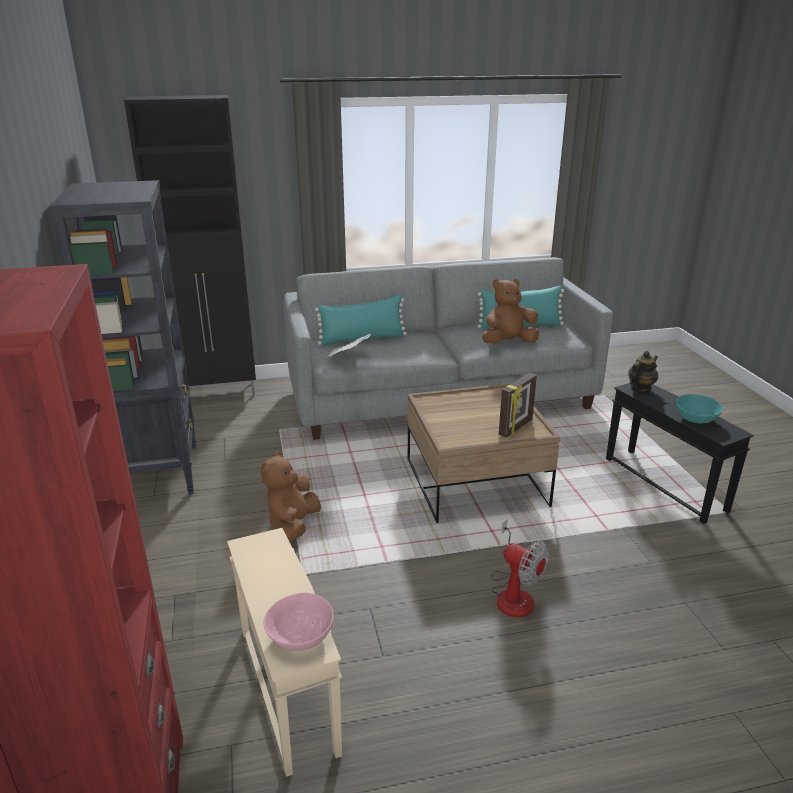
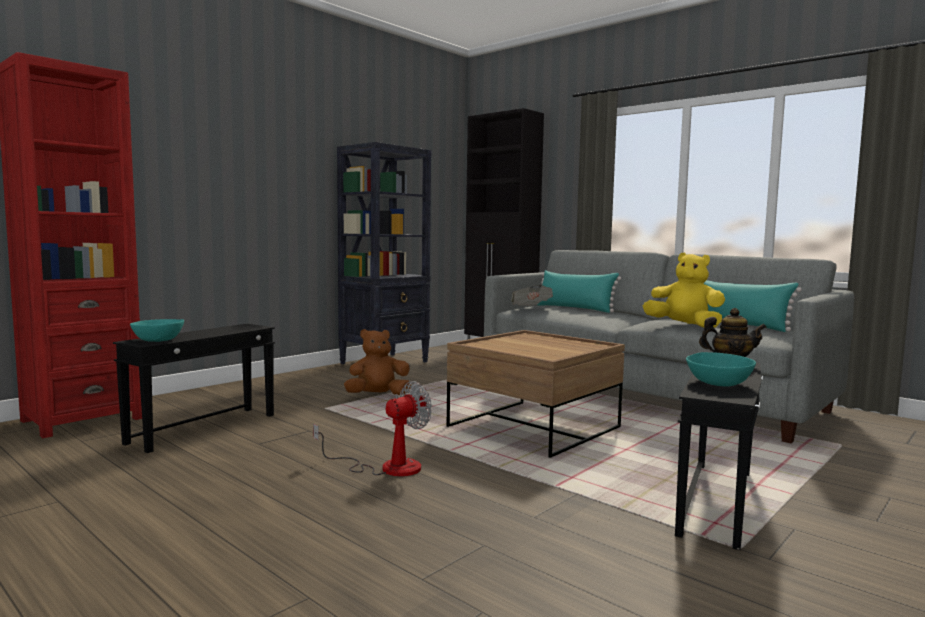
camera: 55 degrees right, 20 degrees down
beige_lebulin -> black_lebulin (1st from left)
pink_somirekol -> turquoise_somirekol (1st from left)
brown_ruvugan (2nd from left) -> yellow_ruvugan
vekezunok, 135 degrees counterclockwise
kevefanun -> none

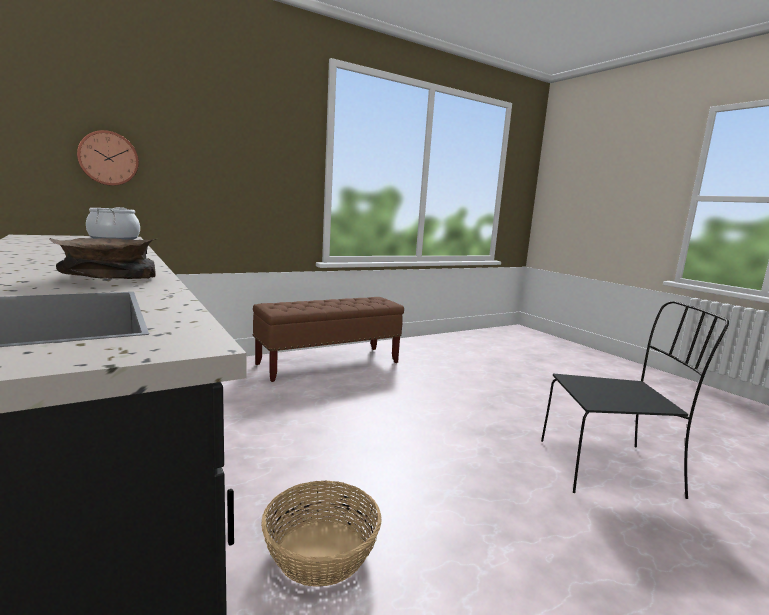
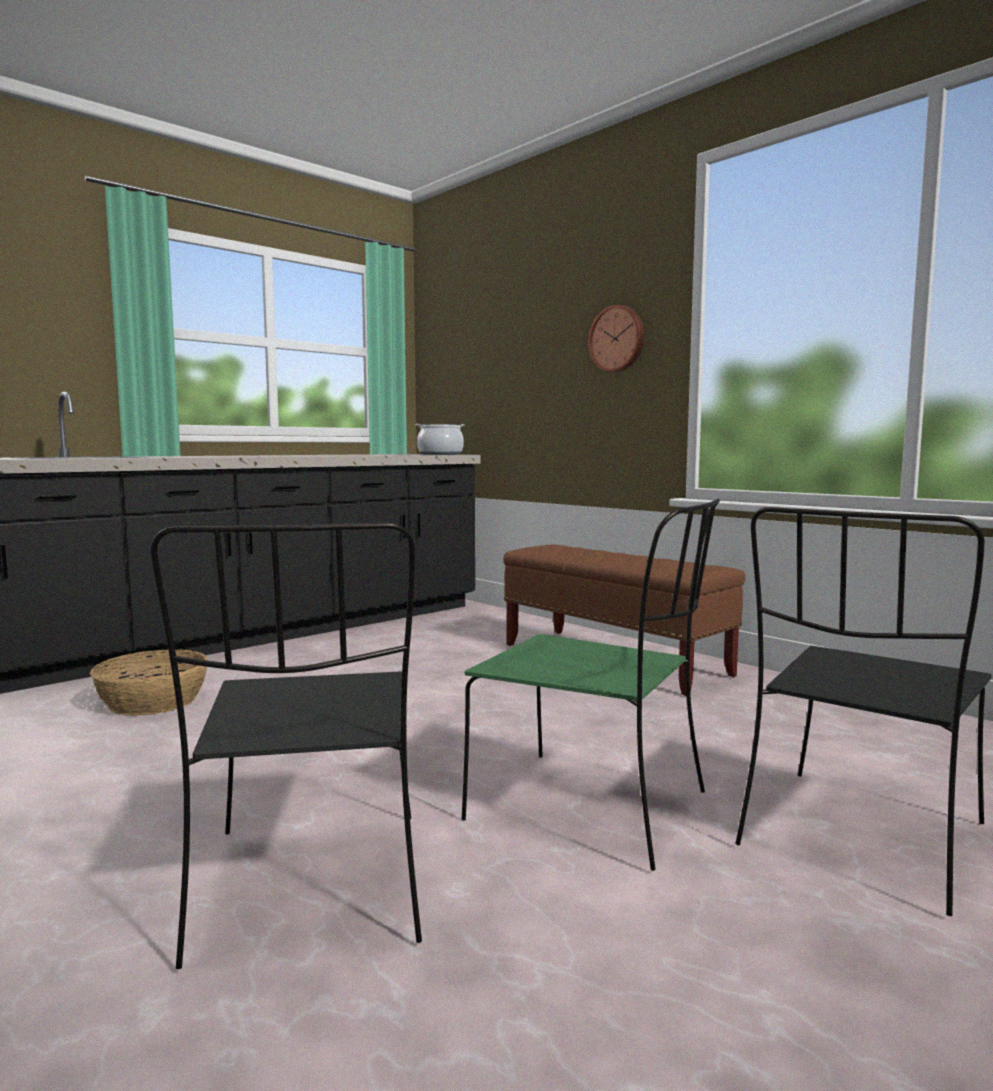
camera: 80 degrees right, 5 degrees down
brown_somirekol -> none
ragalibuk, moved
none -> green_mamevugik
none -> black_mamevugik (2nd from left)

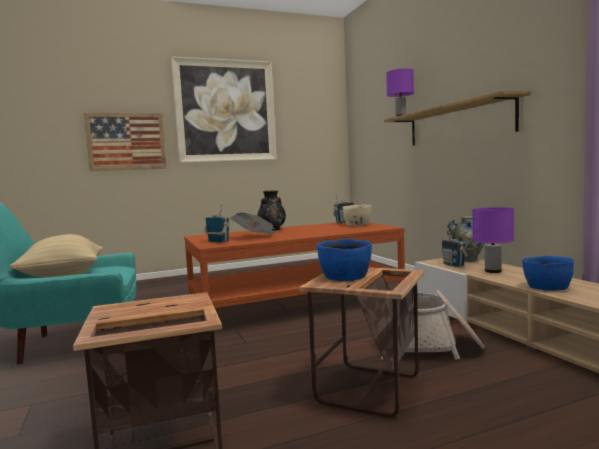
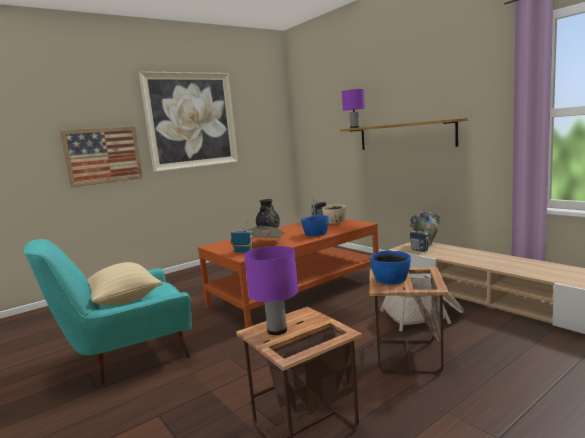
camera: 15 degrees left, 5 degrees up
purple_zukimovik (2nd from left in the first image) -> purple_zukimovik (1st from left), moved
blue_somirekol (2nd from left in the first image) -> blue_somirekol (1st from left), moved

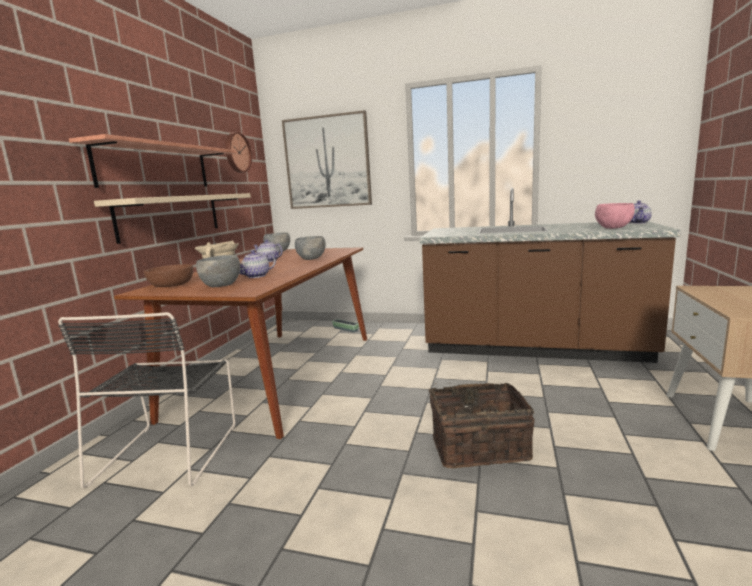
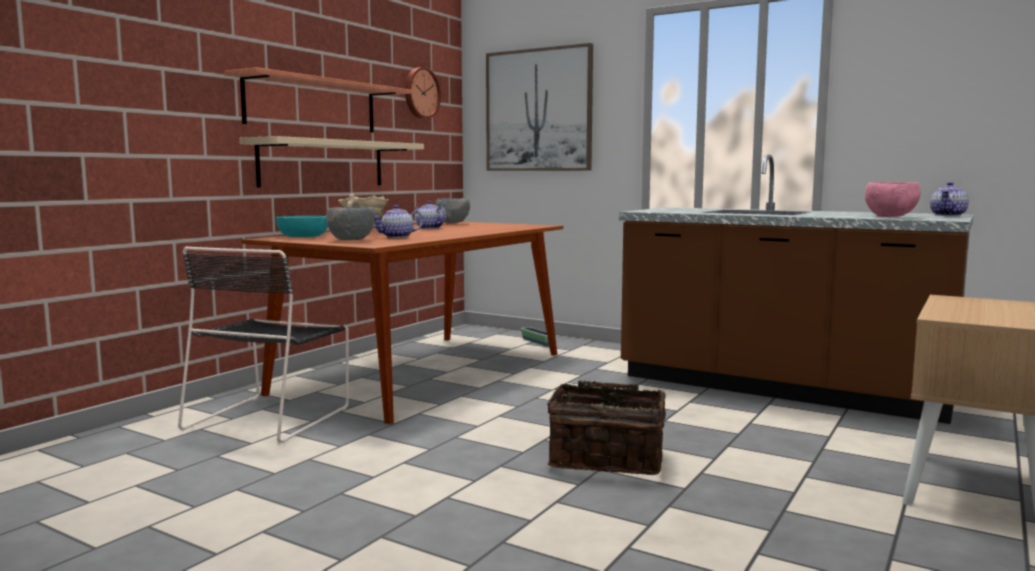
camera: 15 degrees right, 5 degrees down
brown_somirekol -> turquoise_somirekol
grey_somirekol (3rd from left) -> none

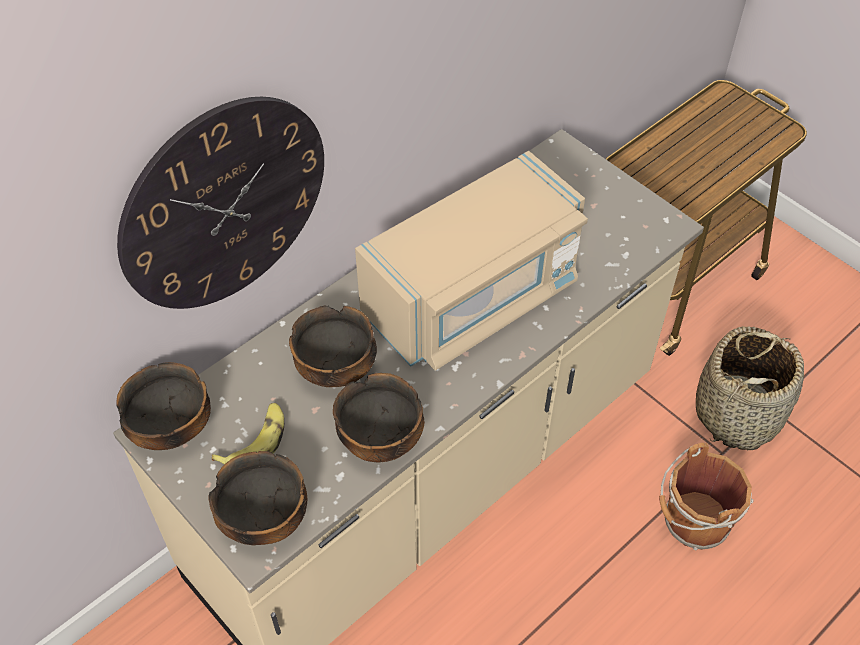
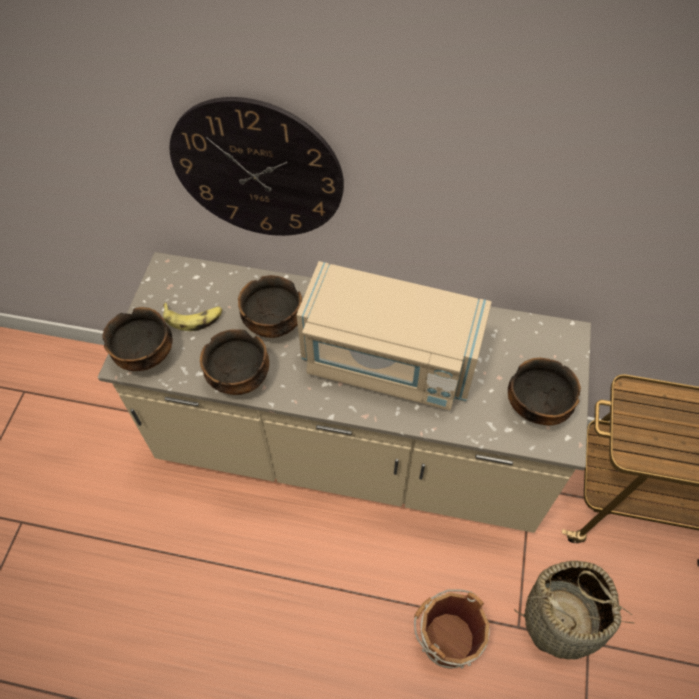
camera: 55 degrees right, 5 degrees up
somirekol (1st from left in the first image) -> somirekol (4th from left), moved

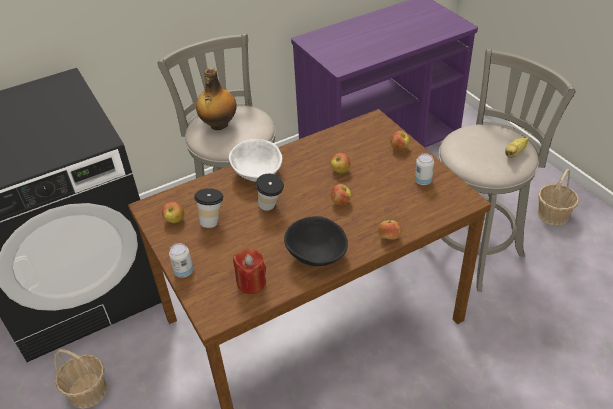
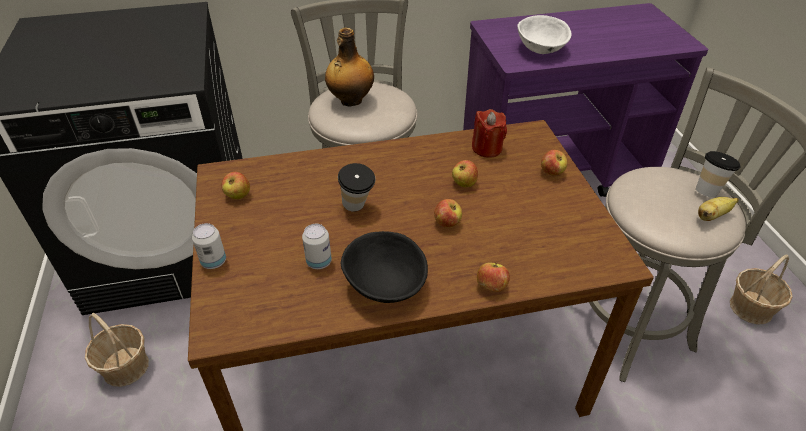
camera: 15 degrees right, 0 degrees up
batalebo (1st from left in the first image) -> batalebo (2nd from left), moved
white_somirekol, moved
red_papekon, moved
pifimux (2nd from left), moved

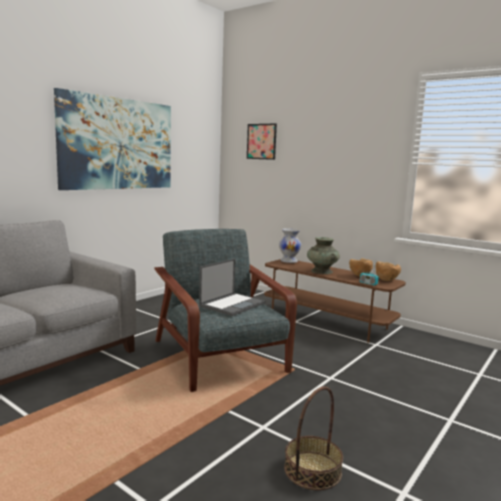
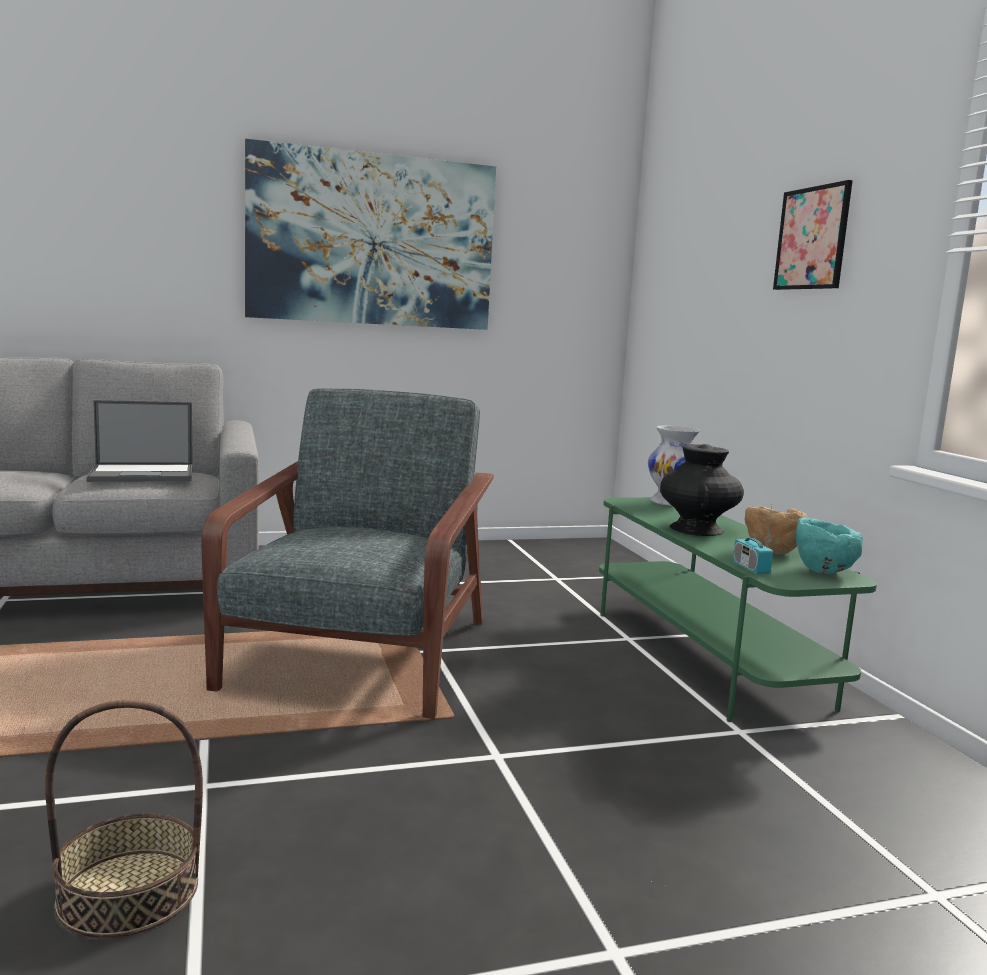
camera: 35 degrees right, 0 degrees up
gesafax, moved
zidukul (2nd from left), moved
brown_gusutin -> green_gusutin
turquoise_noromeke -> black_noromeke
brown_somirekol (2nd from left) -> turquoise_somirekol

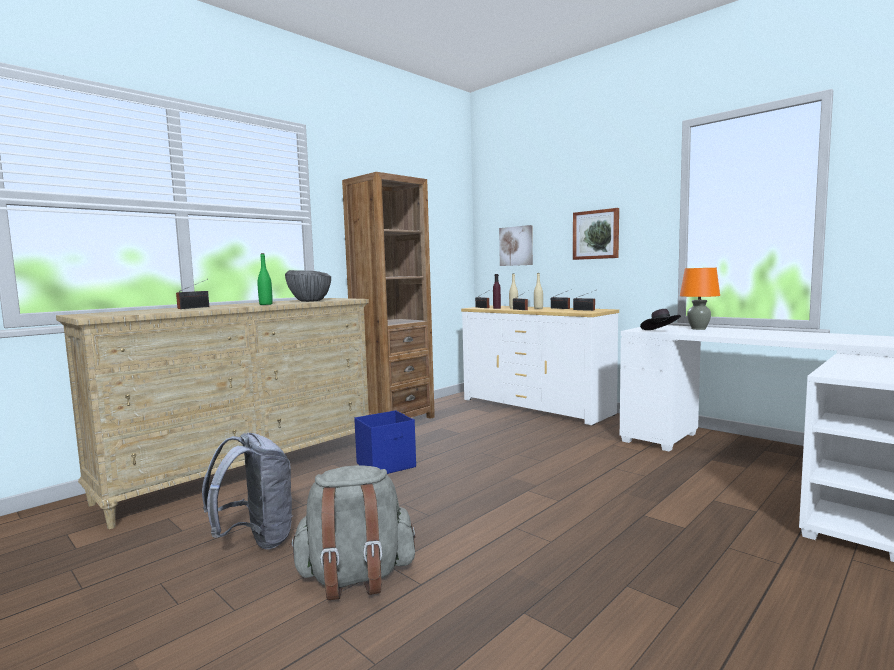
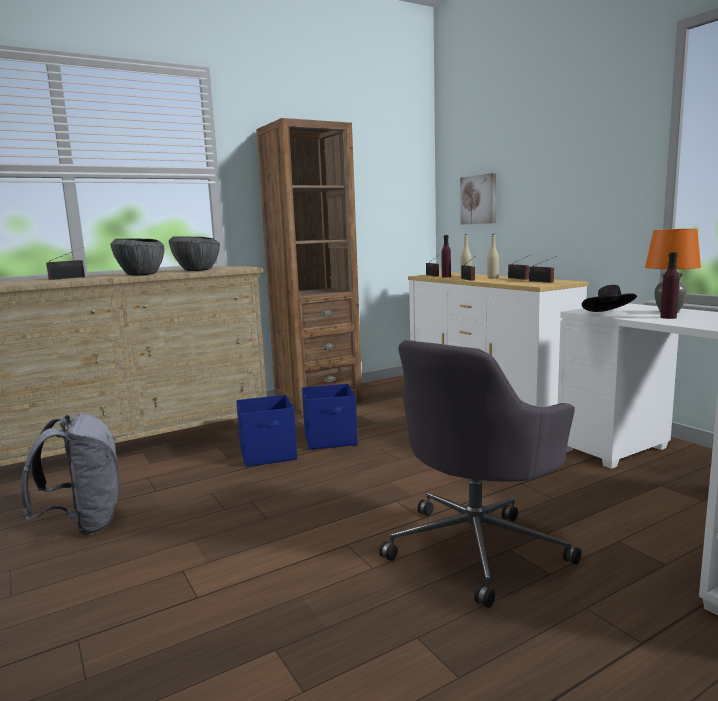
camera: 15 degrees right, 5 degrees up
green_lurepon -> somirekol (1st from left)
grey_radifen (2nd from left) -> none
zidukul (2nd from left) -> none
none -> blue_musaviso (2nd from left)
none -> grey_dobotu
none -> purple_lurepon (2nd from left)

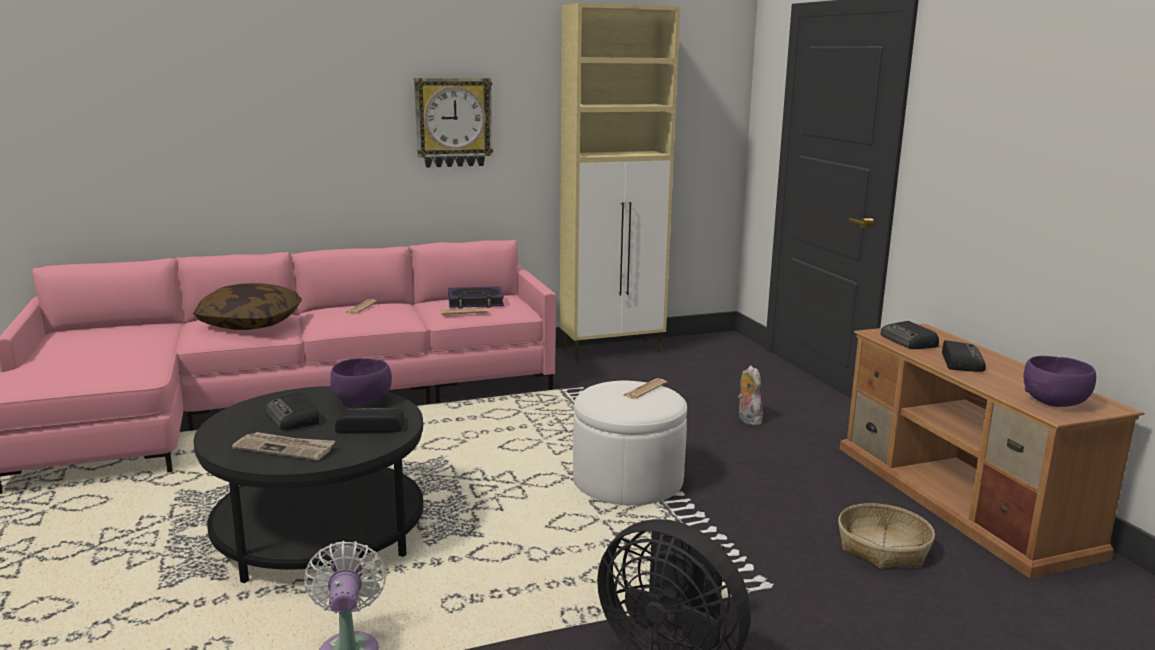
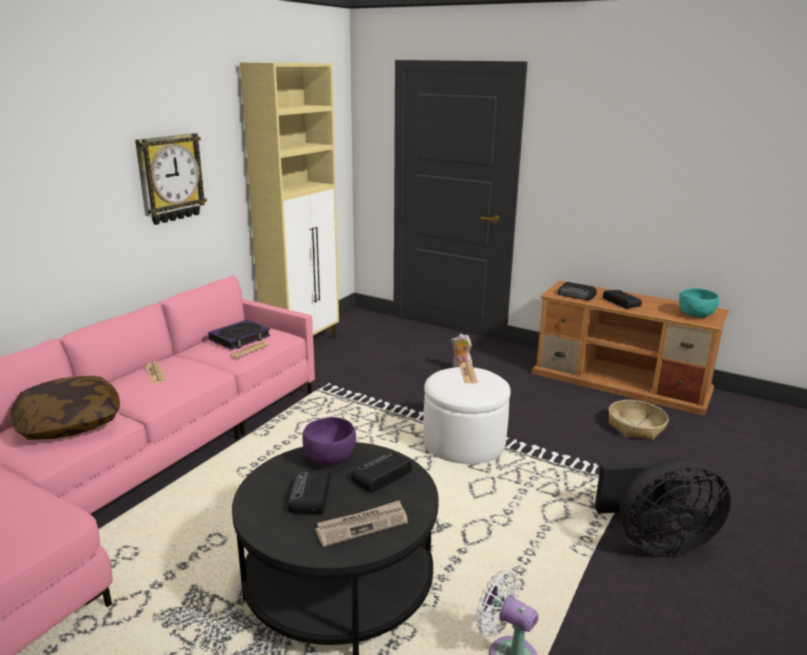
camera: 40 degrees left, 5 degrees up
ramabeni (1st from left), 75 degrees clockwise
purple_somirekol (2nd from left) -> turquoise_somirekol

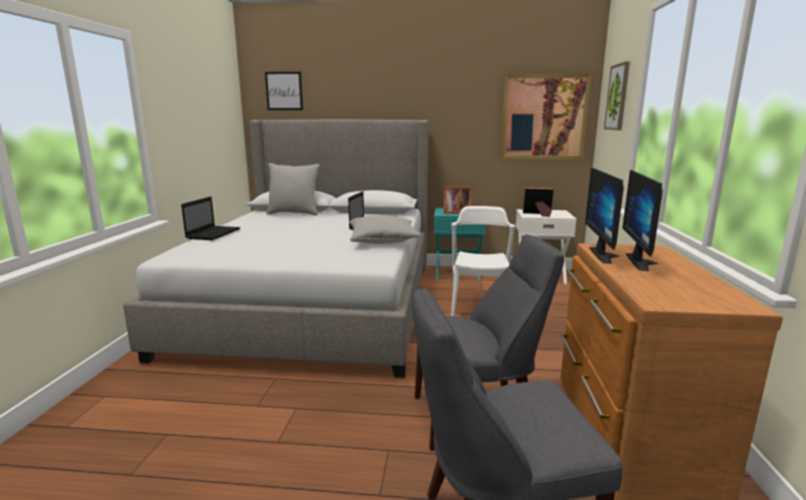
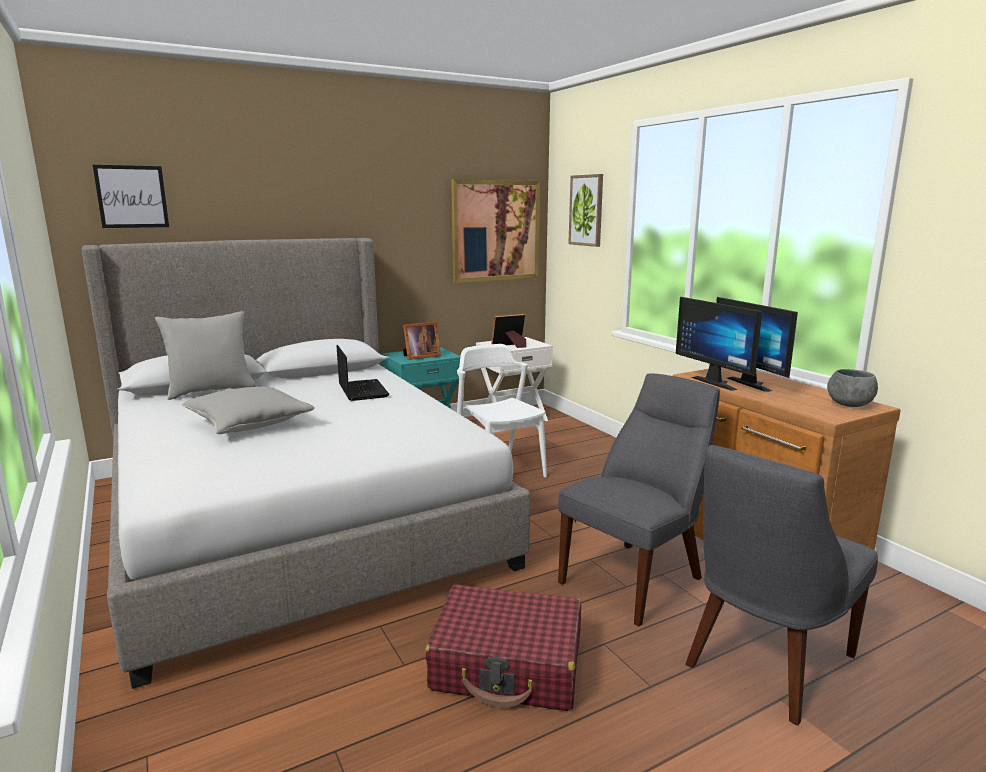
camera: 35 degrees left, 0 degrees up
gesafax (1st from left) -> none
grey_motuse (2nd from left), moved
none -> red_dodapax
none -> grey_somirekol

